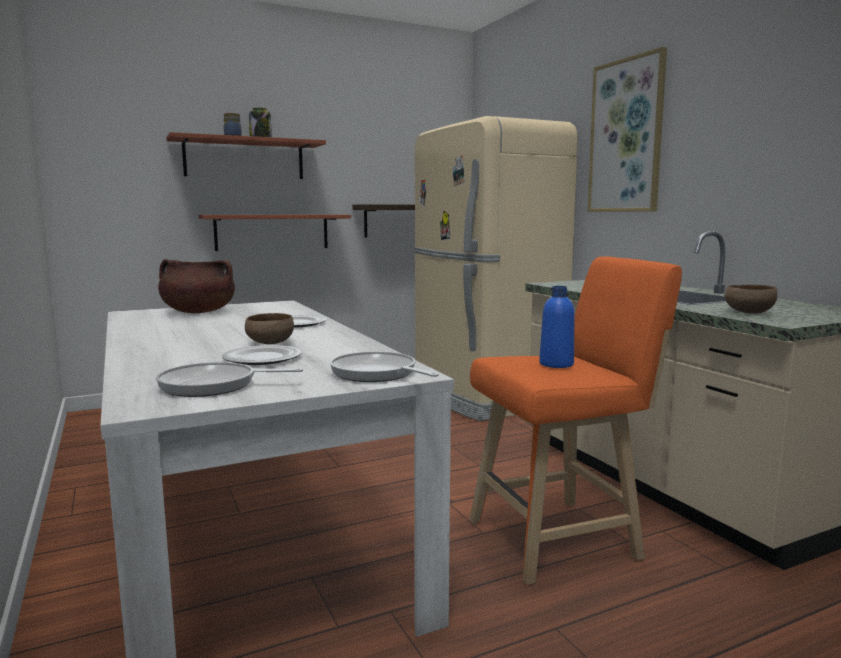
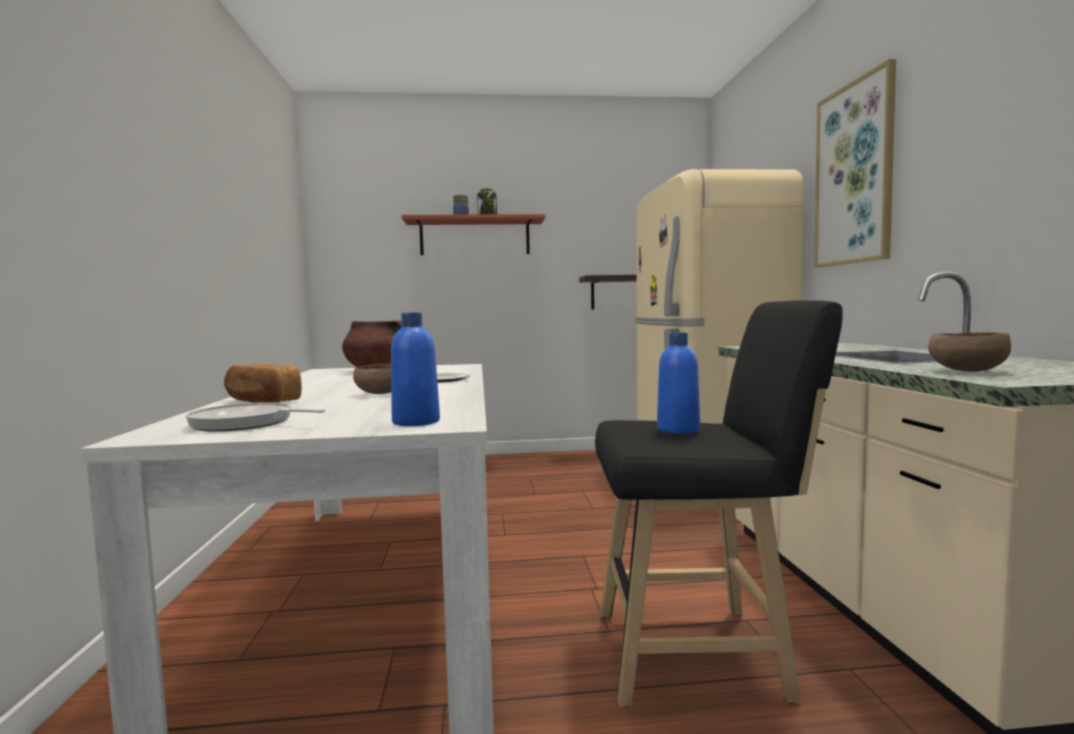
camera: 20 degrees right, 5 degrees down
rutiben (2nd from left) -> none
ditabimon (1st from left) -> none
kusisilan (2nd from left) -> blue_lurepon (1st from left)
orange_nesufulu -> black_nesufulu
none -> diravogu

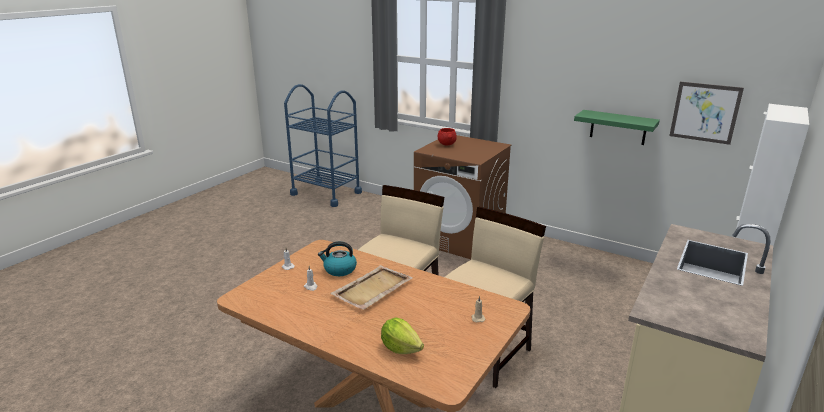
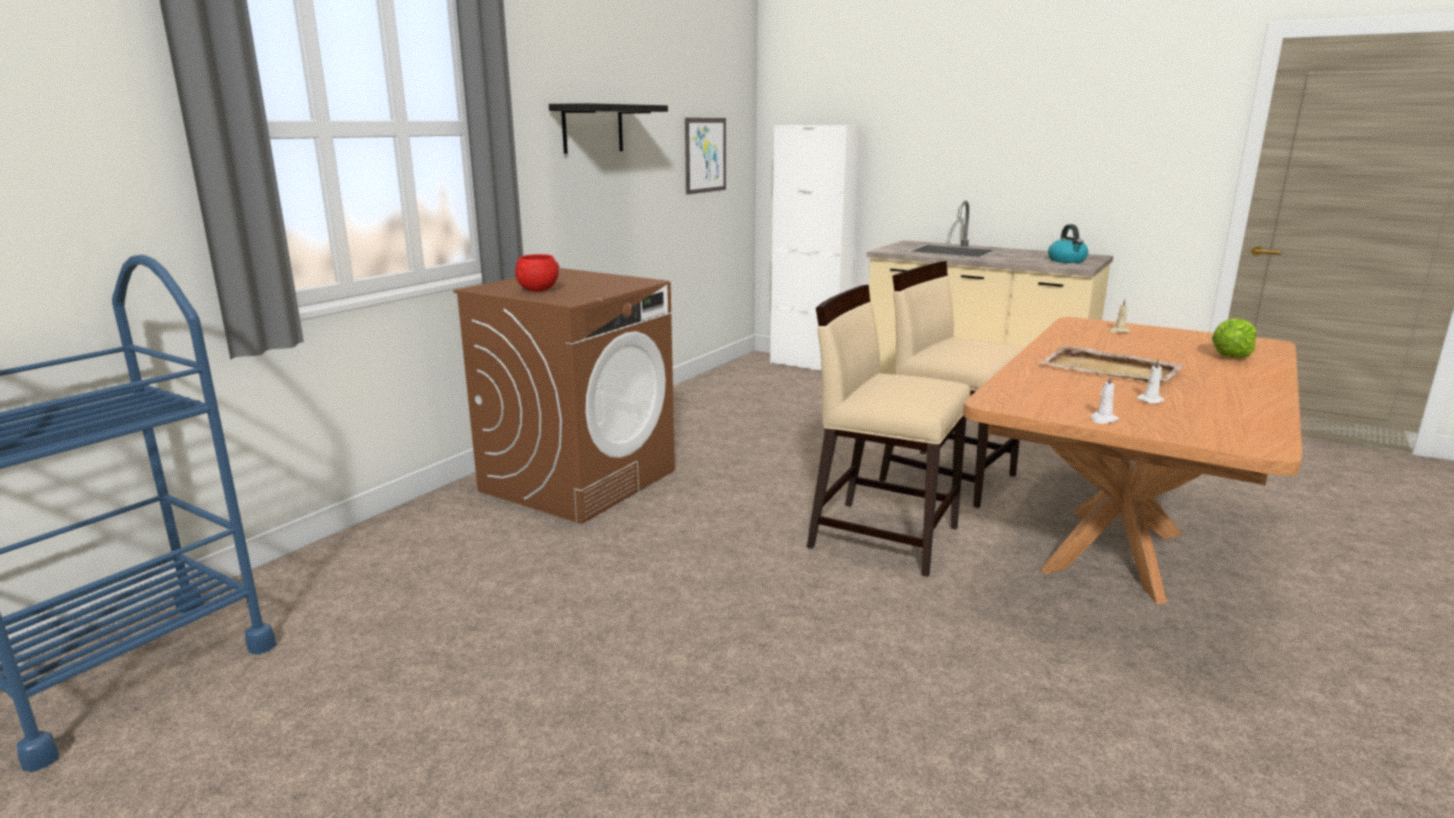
camera: 90 degrees left, 5 degrees down
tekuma, moved
green_rutiben -> none
none -> black_rutiben

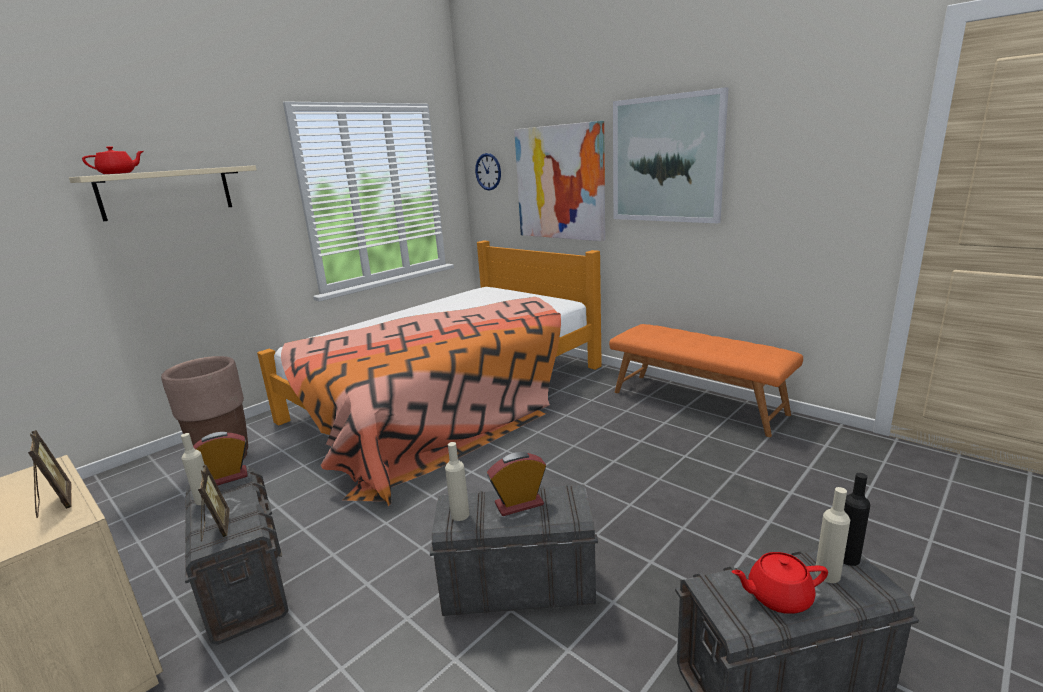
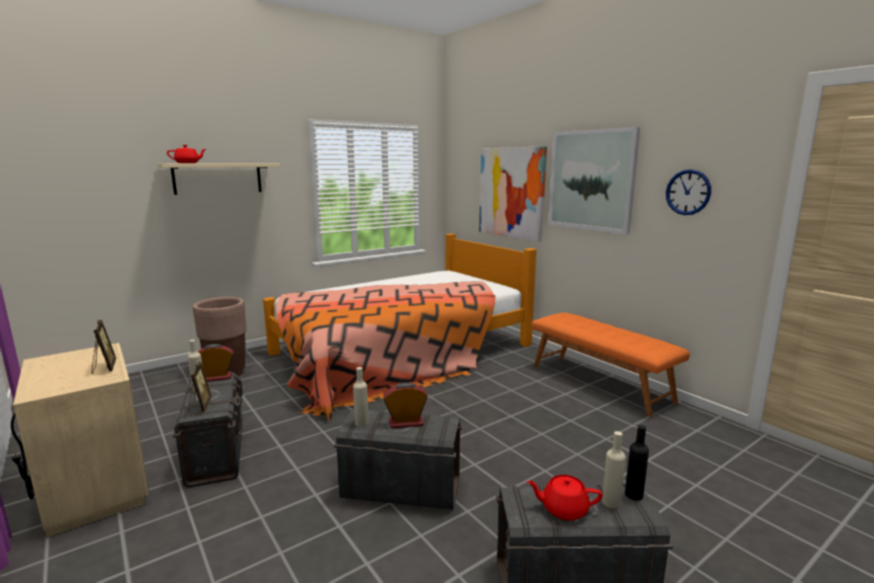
camera: 10 degrees right, 5 degrees down
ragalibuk, moved

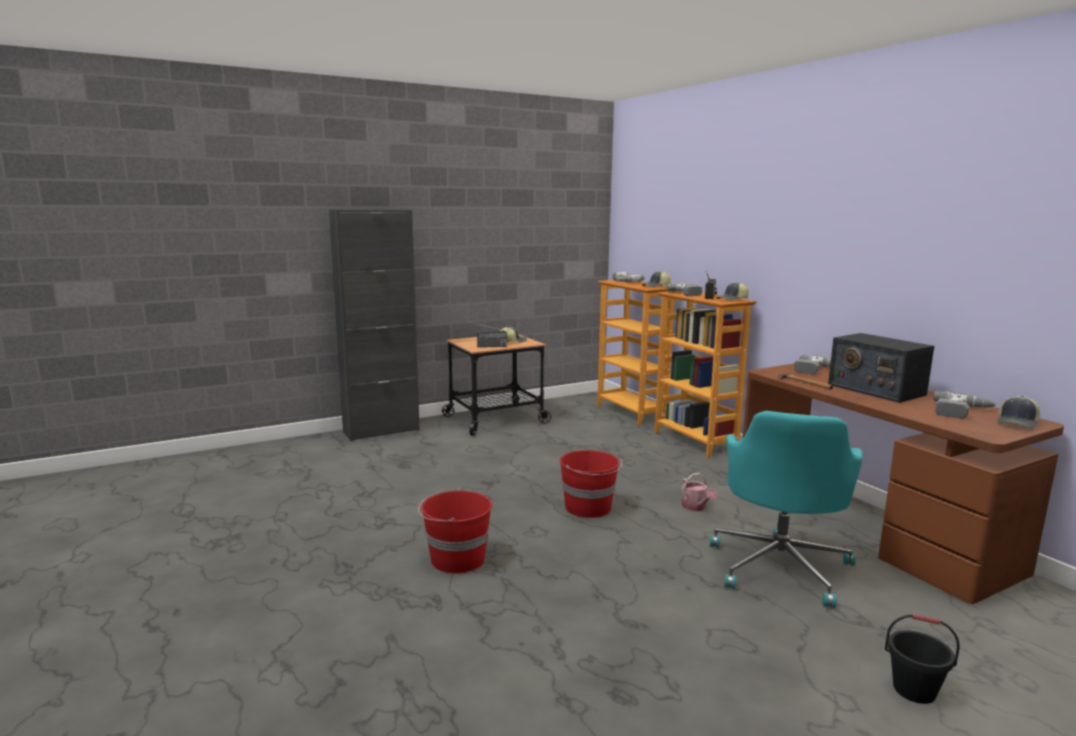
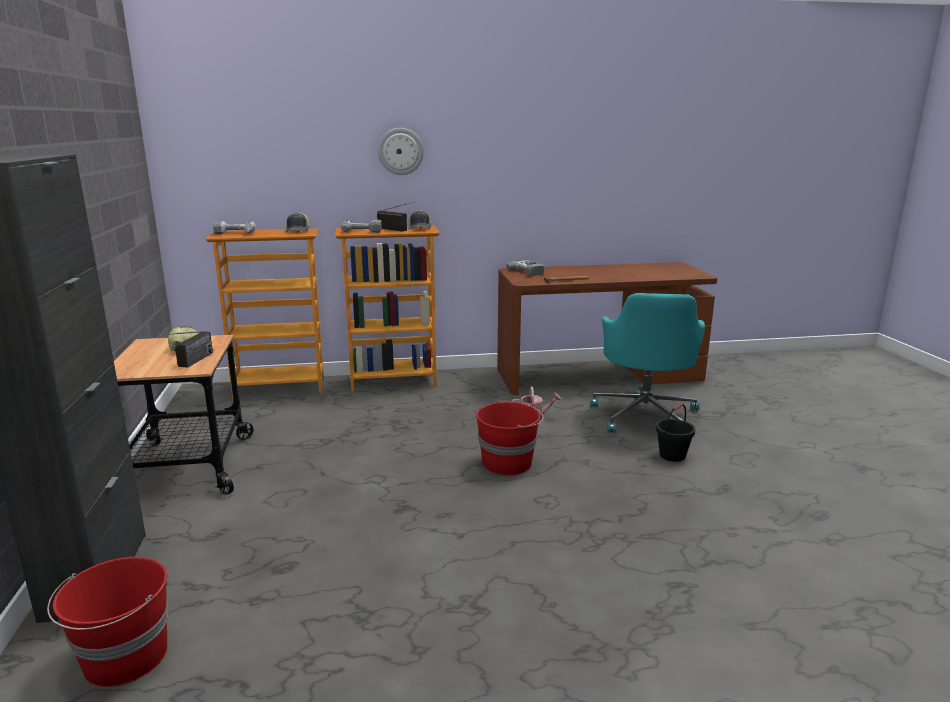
camera: 70 degrees left, 5 degrees up
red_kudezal (1st from left), moved
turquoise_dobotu, 60 degrees clockwise
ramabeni (3rd from left) -> none
black_kudezal, moved
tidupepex (4th from left) -> none
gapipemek (4th from left) -> none
none -> ragalibuk

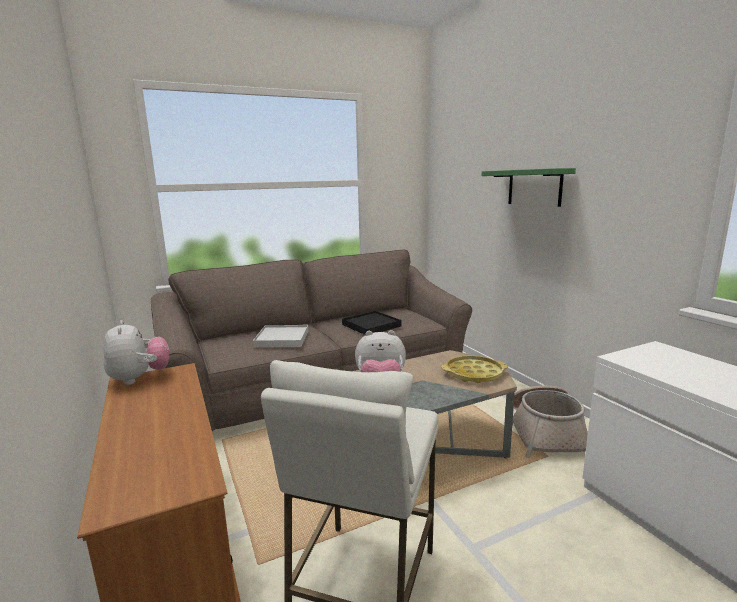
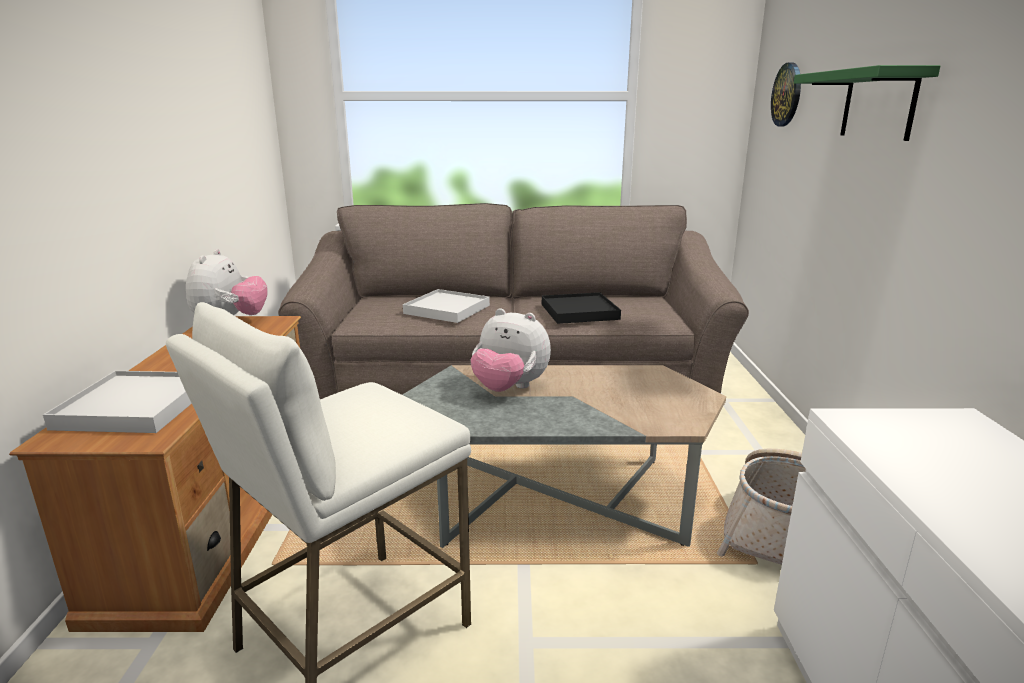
camera: 25 degrees right, 5 degrees up
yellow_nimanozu -> none
none -> white_nimanozu (1st from left)
none -> ragalibuk

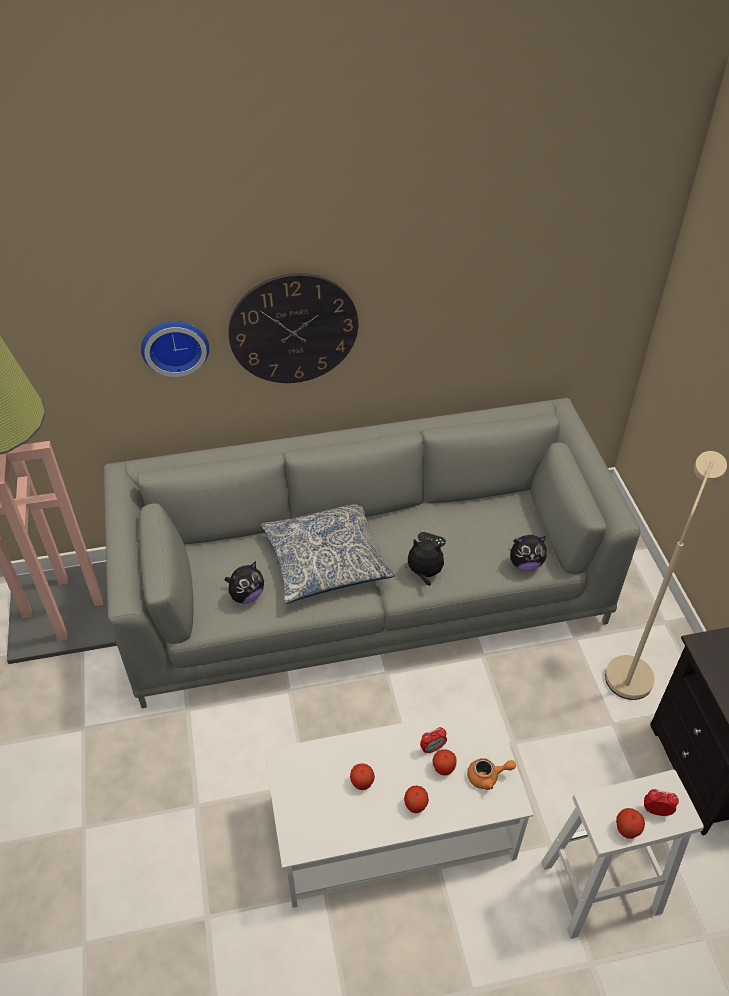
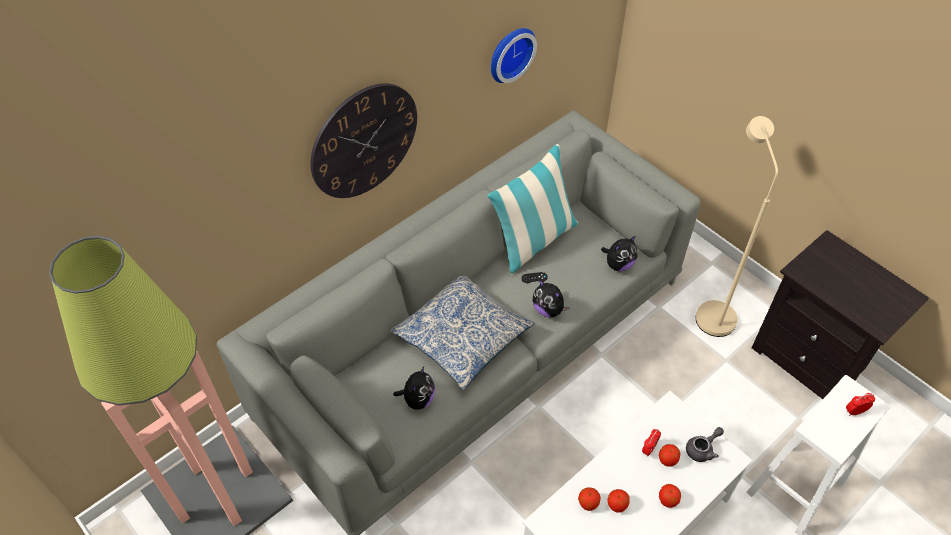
camera: 30 degrees left, 5 degrees up
ragalibuk (1st from left in the first image) -> ragalibuk (2nd from left), moved
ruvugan (2nd from left), 120 degrees counterclockwise
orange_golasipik -> grey_golasipik
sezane (4th from left in the first image) -> sezane (1st from left), moved
none -> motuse (2nd from left)

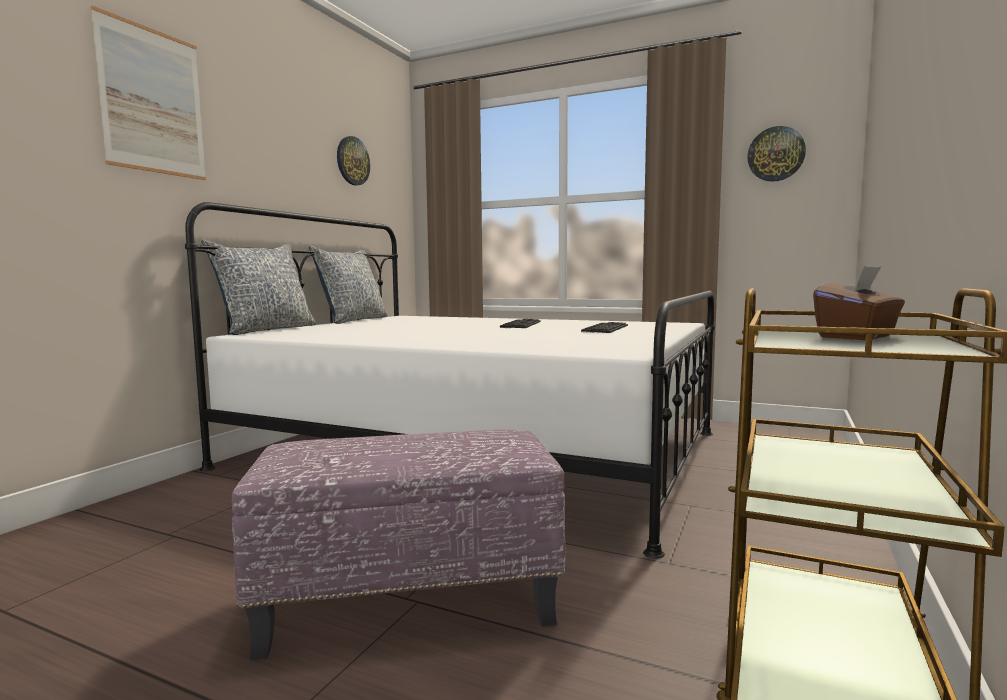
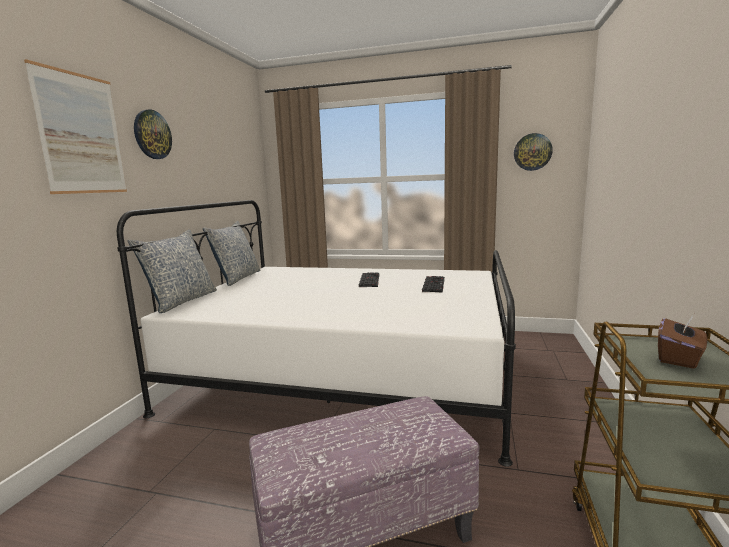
camera: 10 degrees left, 5 degrees up
ragalibuk (1st from left), moved

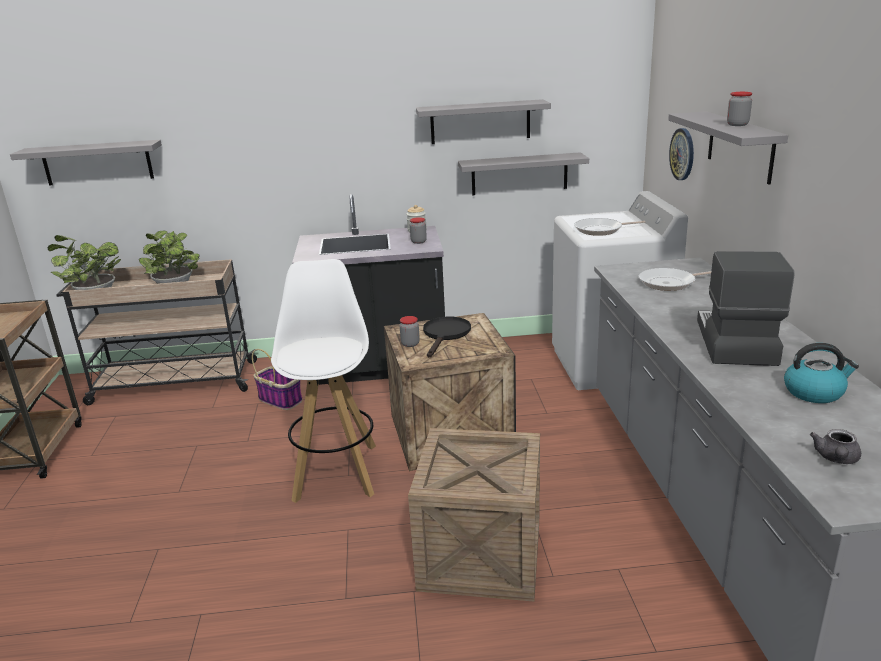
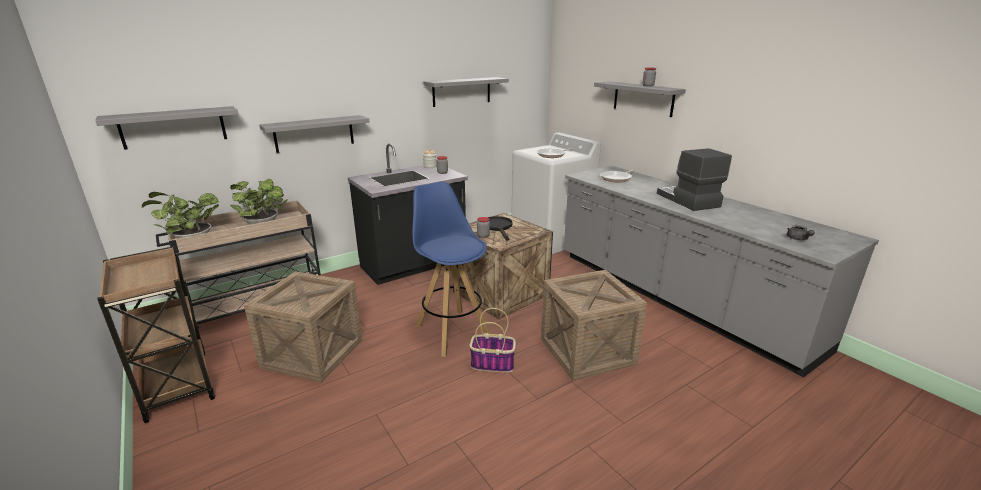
camera: 30 degrees left, 0 degrees up
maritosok, moved
white_nesufulu -> blue_nesufulu
grey_rutiben (3rd from left in the first image) -> grey_rutiben (2nd from left), moved
ragalibuk -> none
tekuma -> none
none -> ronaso (1st from left)

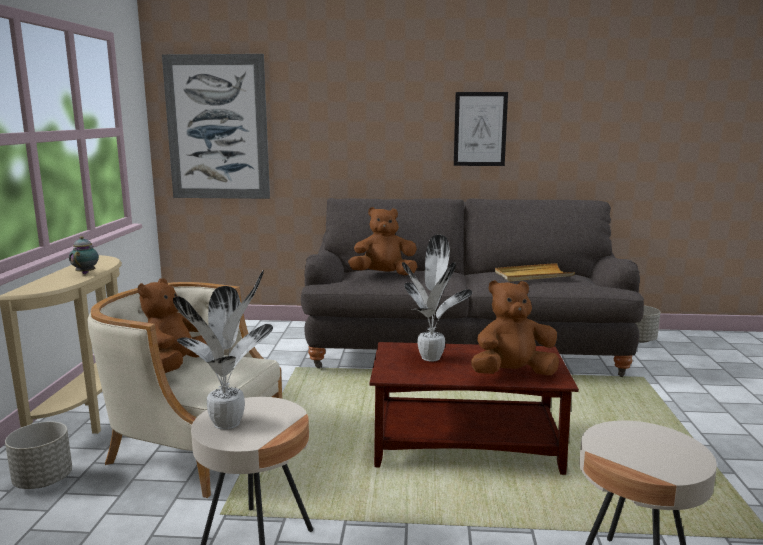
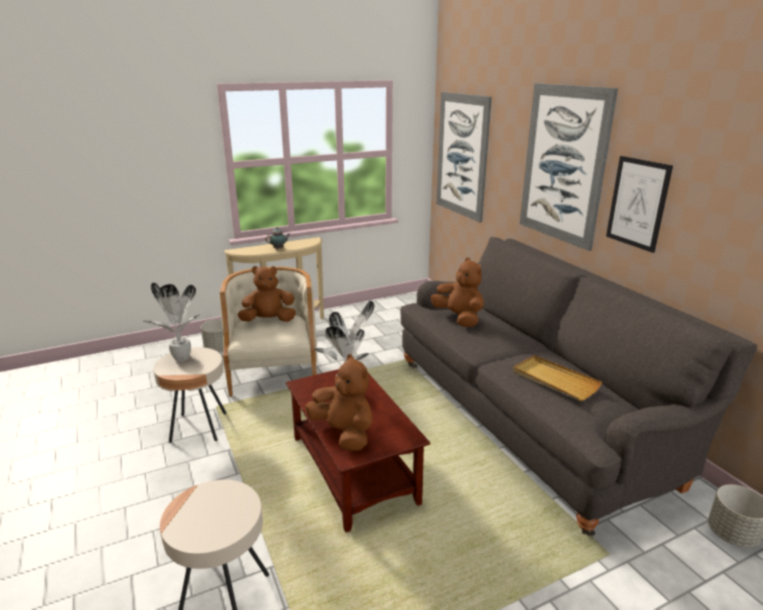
camera: 60 degrees right, 10 degrees up
none -> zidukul (2nd from left)

